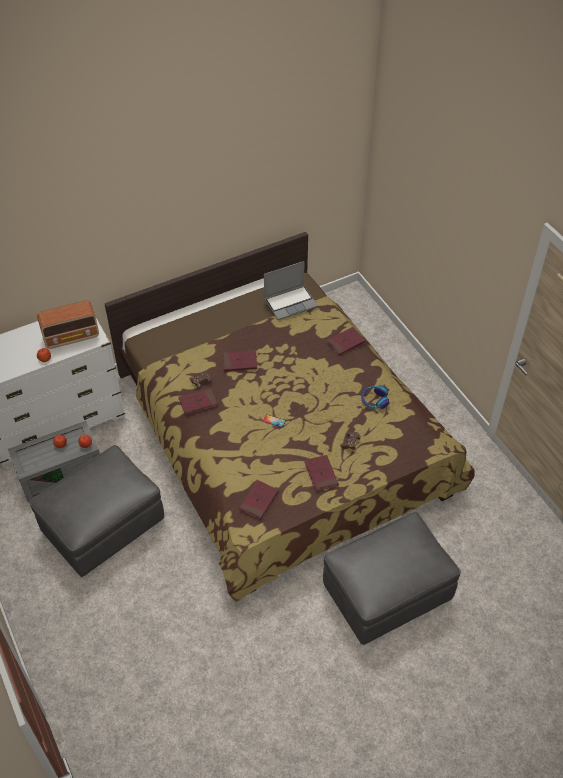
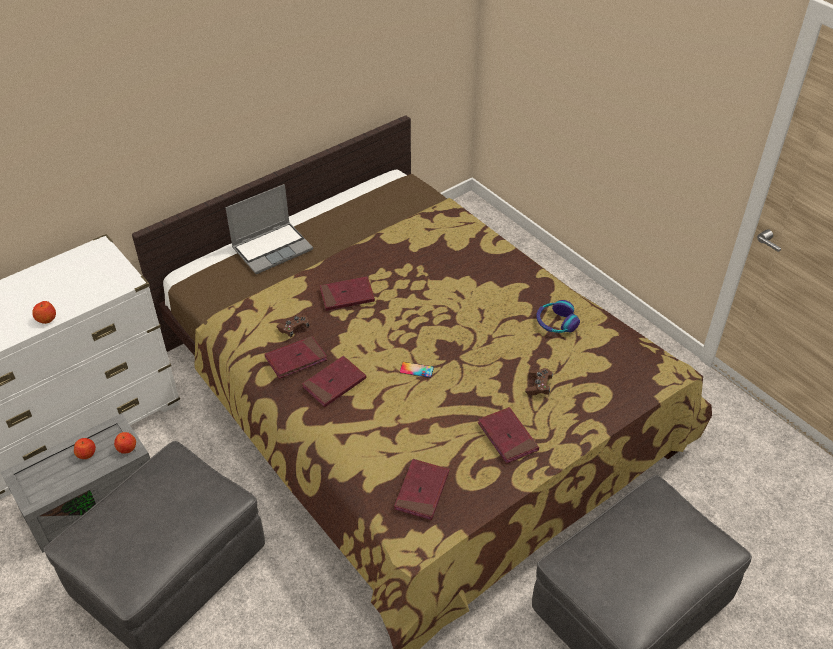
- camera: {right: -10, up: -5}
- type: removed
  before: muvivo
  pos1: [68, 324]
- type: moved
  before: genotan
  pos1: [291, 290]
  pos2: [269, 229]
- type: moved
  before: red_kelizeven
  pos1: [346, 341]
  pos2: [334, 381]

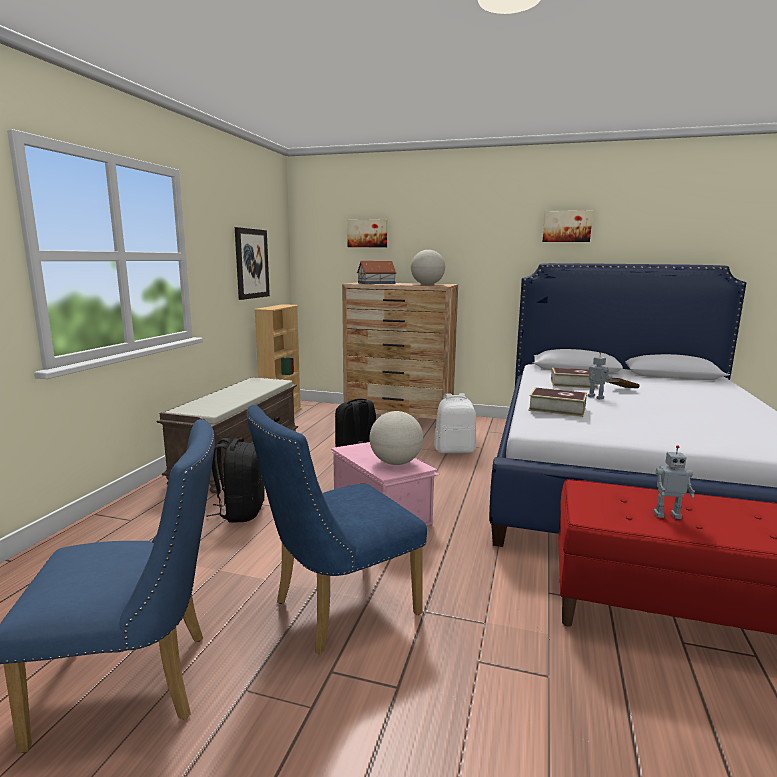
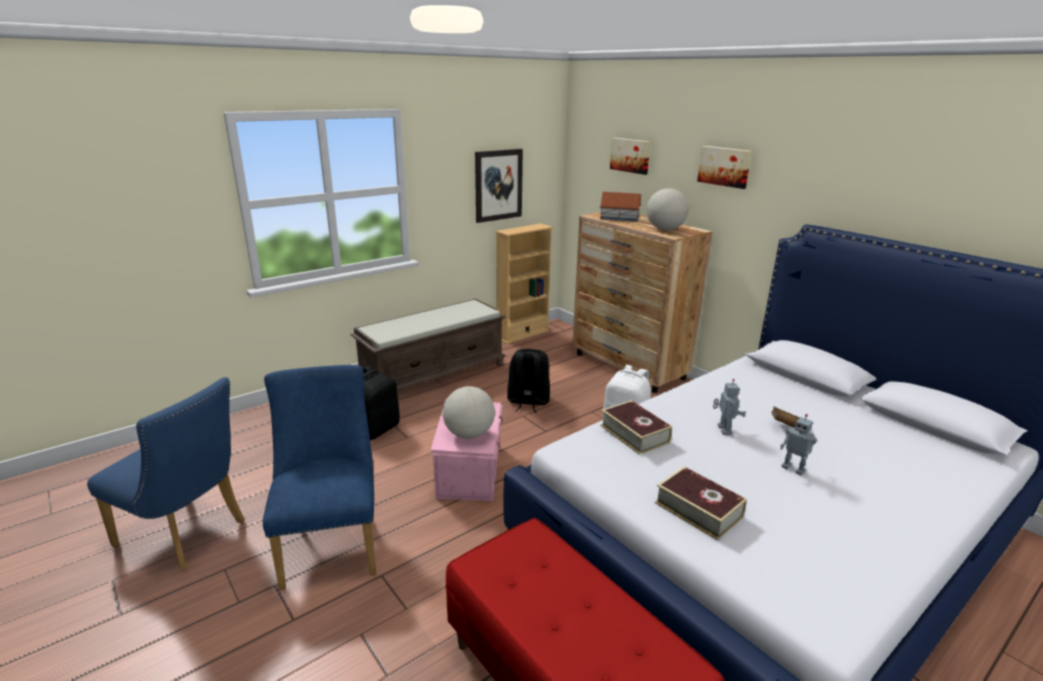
- camera: {right: 35, up: 10}
- type: turned
  before: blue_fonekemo
  pos1: [337, 529]
  pos2: [319, 478]
  turn: 75
- type: moved
  before: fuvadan
  pos1: [568, 226]
  pos2: [724, 167]
- type: moved
  before: kelizeven
  pos1: [574, 378]
  pos2: [701, 503]
- type: moved
  before: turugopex
  pos1: [674, 482]
  pos2: [798, 444]

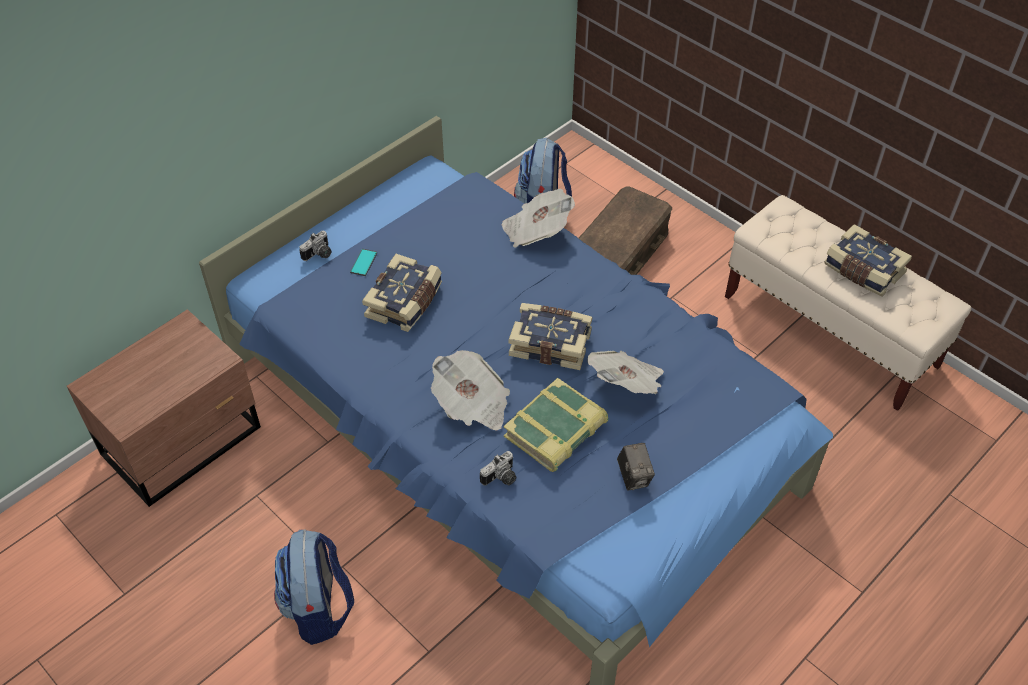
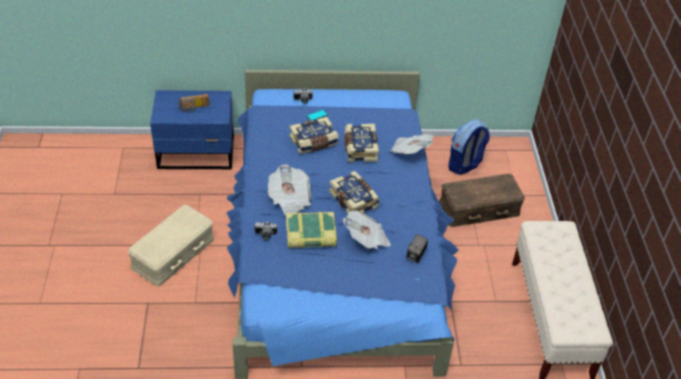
- camera: {right: 40, up: -5}
- type: recoloured
  before: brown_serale
  after: blue_serale
  pos1: [164, 408]
  pos2: [192, 129]
- type: replaced
  before: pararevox
  after: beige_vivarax
  pos1: [314, 587]
  pos2: [171, 246]
- type: moved
  before: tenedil
  pos1: [636, 466]
  pos2: [417, 248]
- type: moved
  before: kelizeven
  pos1: [868, 260]
  pos2: [361, 143]
- type: added
  after: muvivo
  pos2: [193, 103]

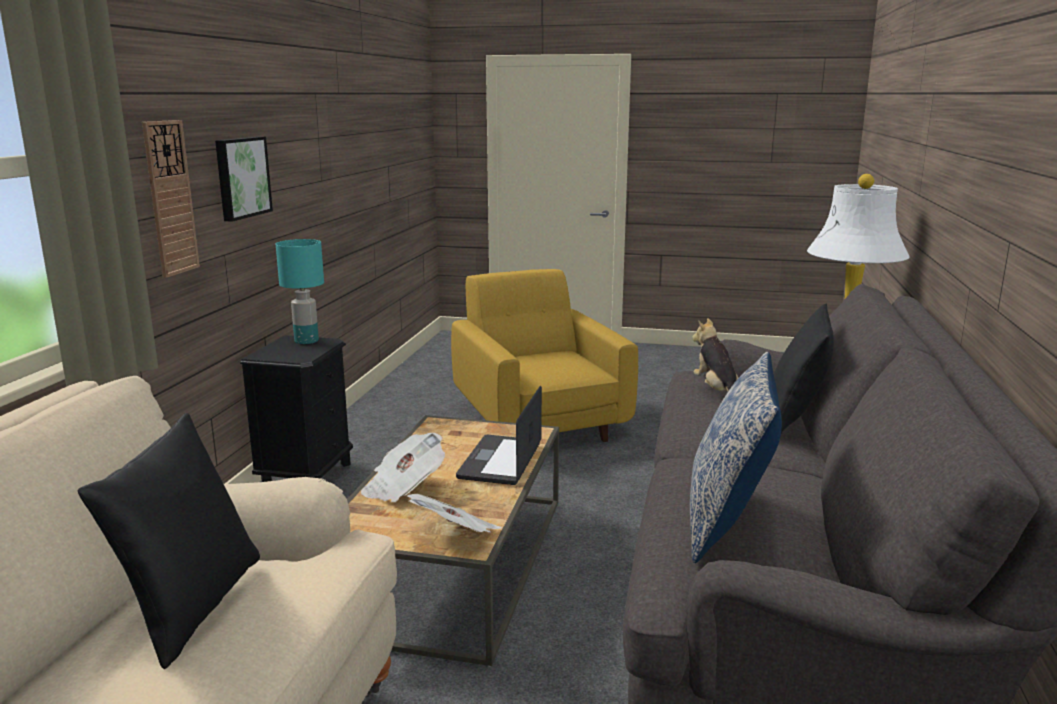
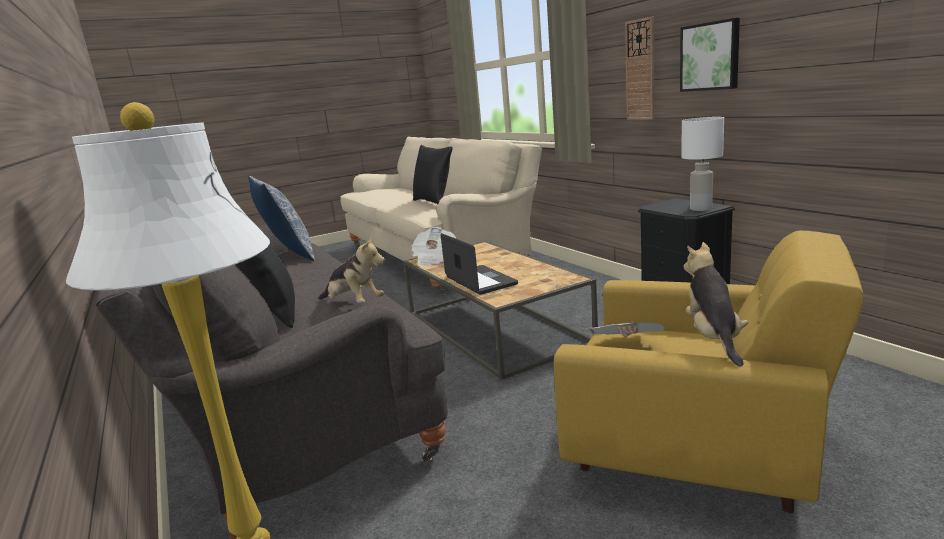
- camera: {right: 140, up: 0}
- type: recoloured
  before: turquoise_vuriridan
  after: white_vuriridan
  pos1: [300, 291]
  pos2: [702, 164]
- type: moved
  before: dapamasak
  pos1: [403, 468]
  pos2: [626, 329]
- type: added
  after: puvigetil
  pos2: [716, 304]

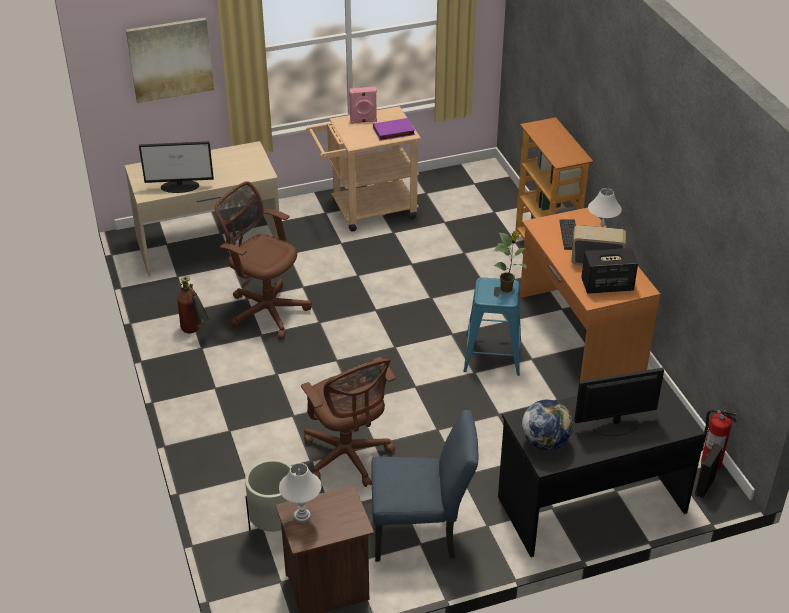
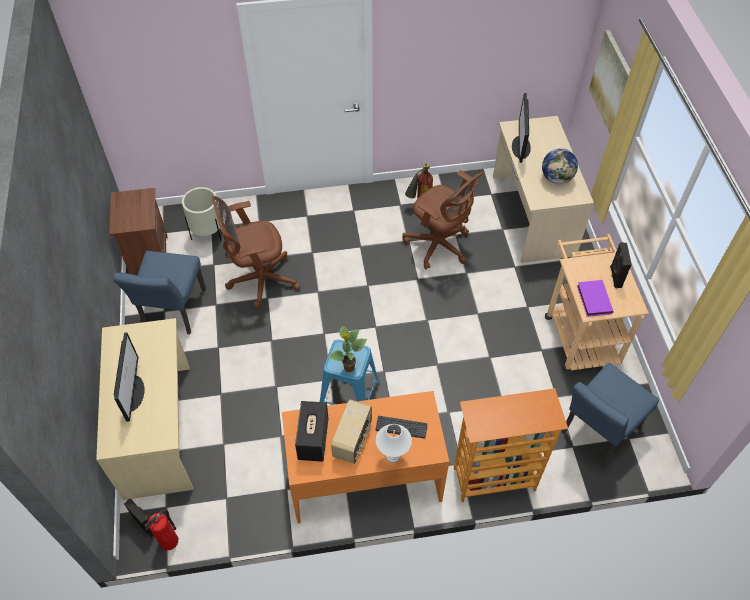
- camera: {right: 100, up: 15}
- type: turned
  before: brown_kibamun
  pos1: [263, 260]
  pos2: [443, 219]
  turn: 90
- type: removed
  before: white_vuriridan
  pos1: [300, 493]
- type: recoloured
  before: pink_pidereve
  after: black_pidereve
  pos1: [363, 105]
  pos2: [621, 265]
- type: recoloured
  before: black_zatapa
  after: beige_zatapa
  pos1: [601, 467]
  pos2: [144, 409]
- type: moved
  before: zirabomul
  pos1: [547, 425]
  pos2: [560, 166]
- type: added
  after: blue_fonekemo
  pos2: [610, 414]

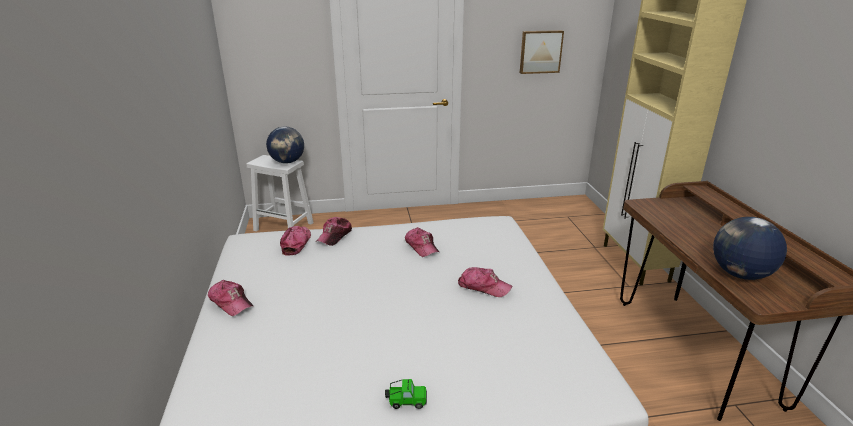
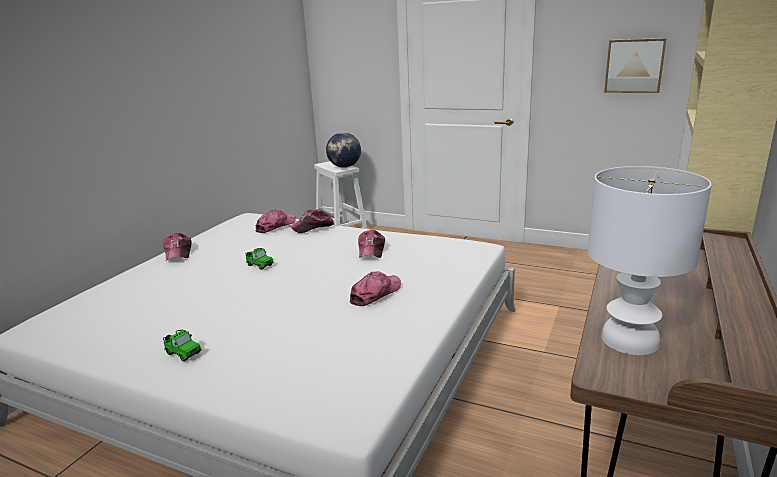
- camera: {right: 35, up: -5}
- type: turned
  before: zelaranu
  pos1: [485, 282]
  pos2: [375, 289]
  turn: -105
- type: replaced
  before: zirabomul
  after: white_vuriridan
  pos1: [750, 248]
  pos2: [649, 260]
- type: added
  after: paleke
  pos2: [259, 259]

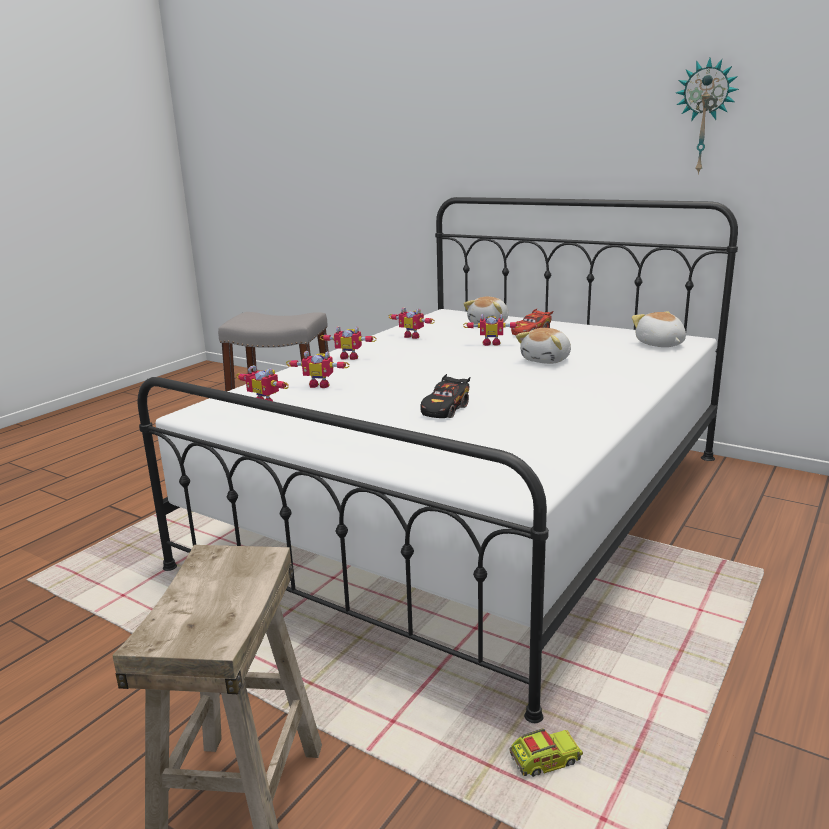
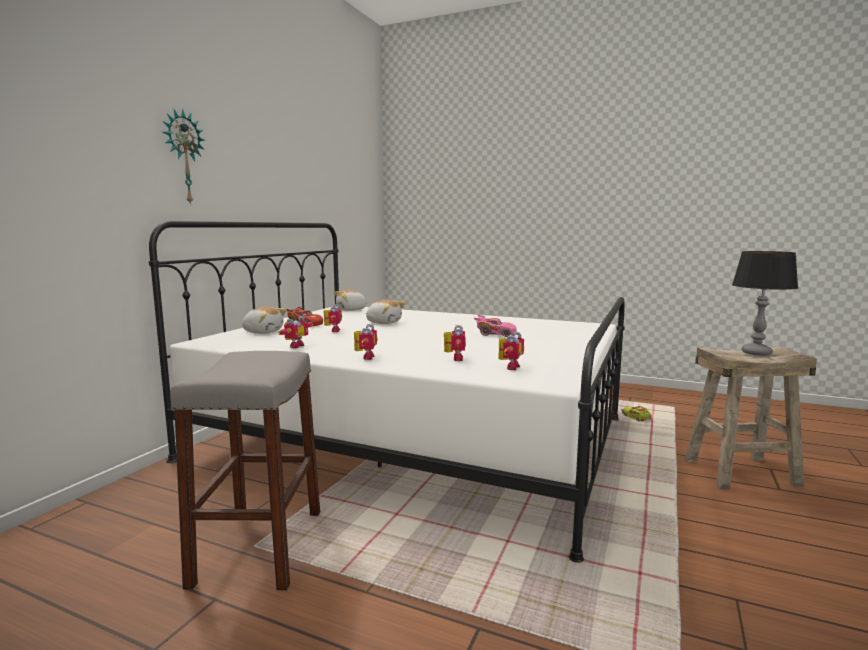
- camera: {right: -100, up: -10}
- type: recoloured
  before: black_paleke
  after: pink_paleke
  pos1: [445, 396]
  pos2: [495, 326]
- type: moved
  before: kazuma
  pos1: [707, 116]
  pos2: [184, 157]
- type: added
  after: vuriridan
  pos2: [765, 303]

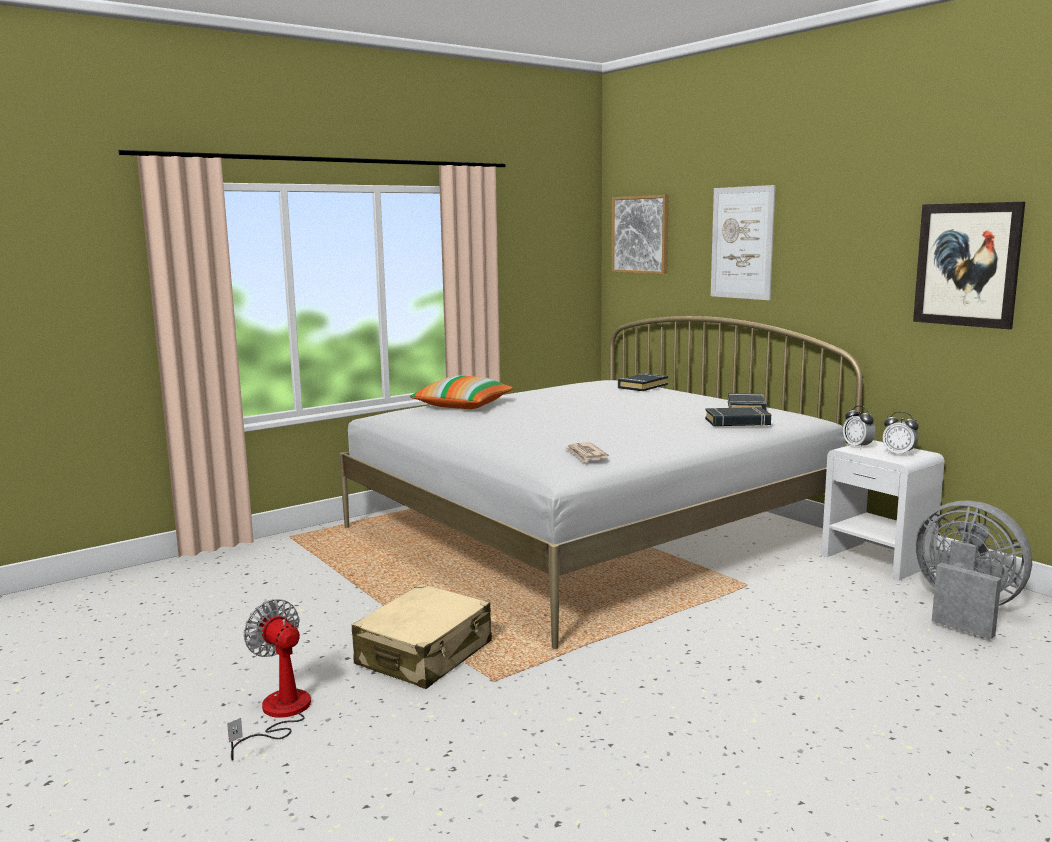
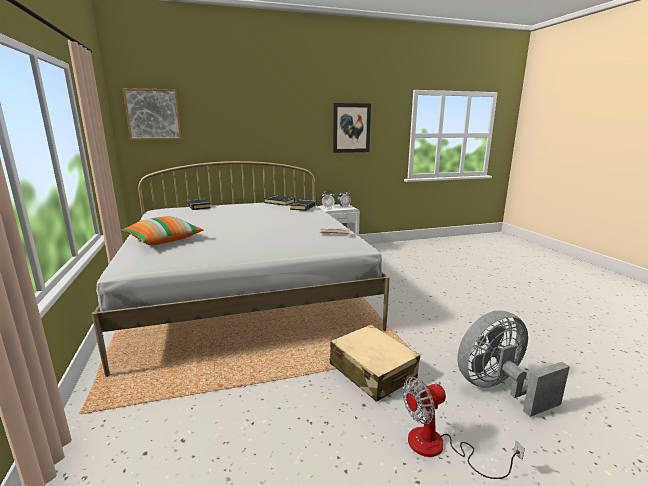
- camera: {right: -70, up: 5}
- type: removed
  before: fuvadan
  pos1: [743, 242]
- type: moved
  before: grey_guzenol
  pos1: [973, 569]
  pos2: [513, 363]

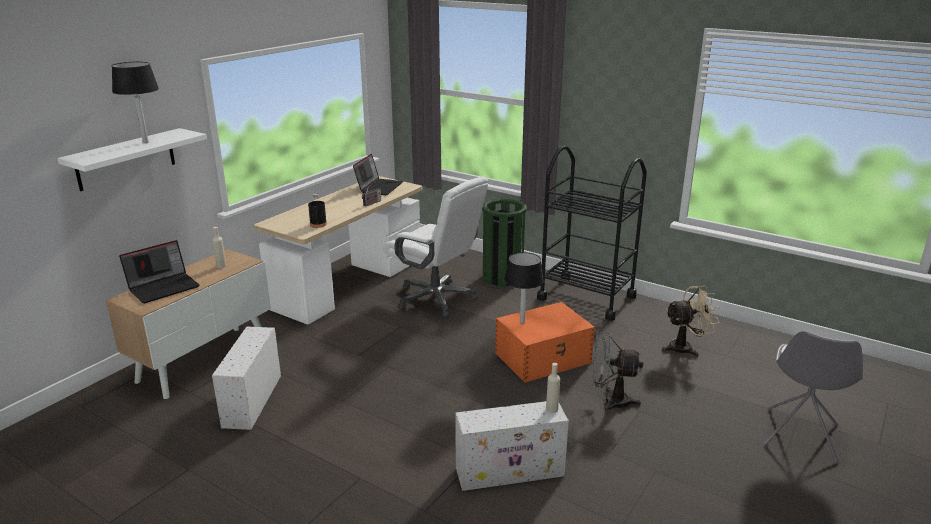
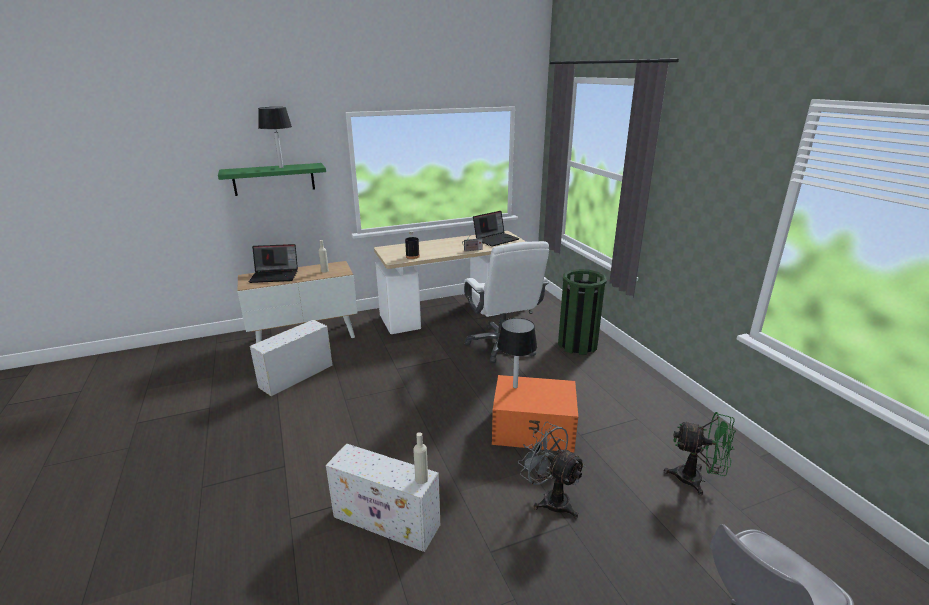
- camera: {right: 35, up: 0}
- type: recoloured
  before: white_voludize
  after: green_voludize
  pos1: [132, 159]
  pos2: [272, 179]
- type: removed
  before: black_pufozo
  pos1: [592, 233]
- type: recoloured
  before: beige_guzenol
  after: green_guzenol
  pos1: [690, 321]
  pos2: [700, 453]

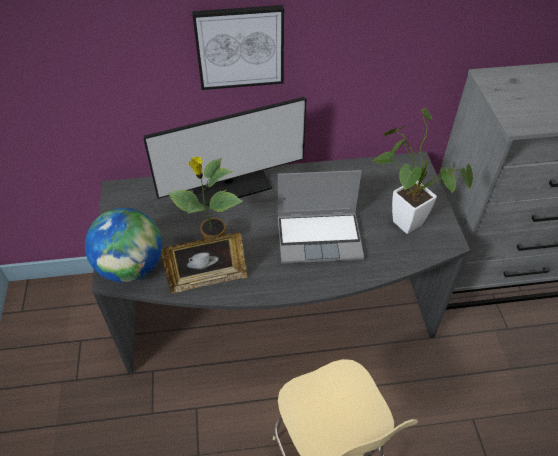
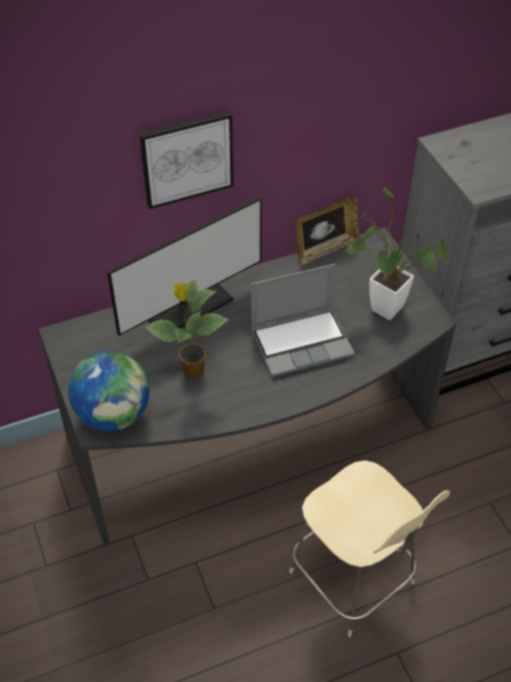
- camera: {right: -15, up: 0}
- type: moved
  before: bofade
  pos1: [204, 262]
  pos2: [327, 230]

